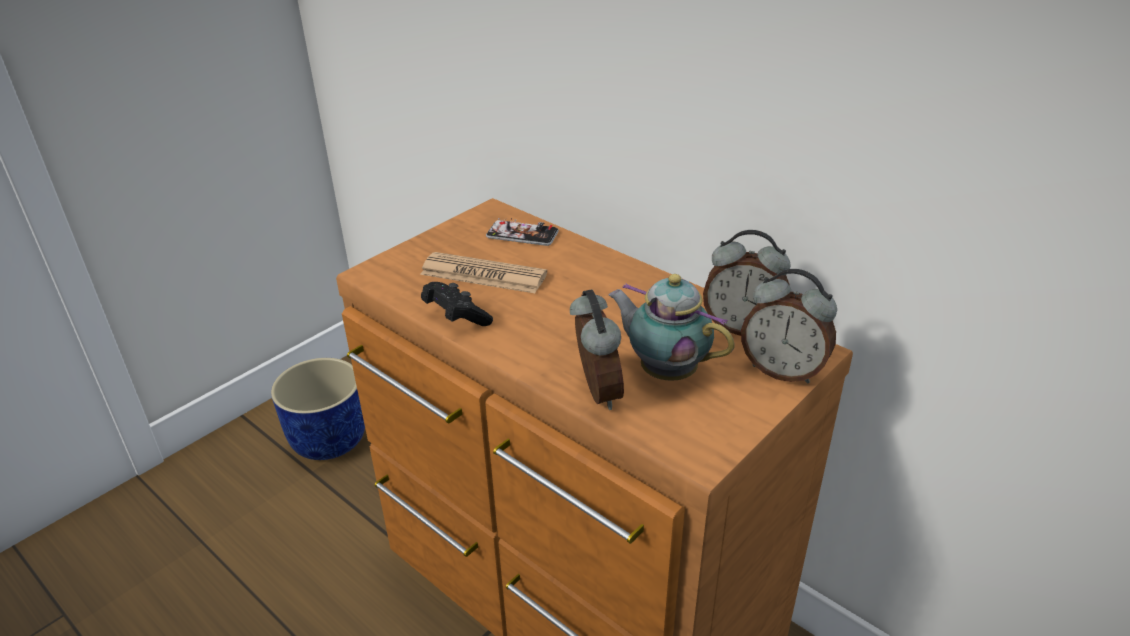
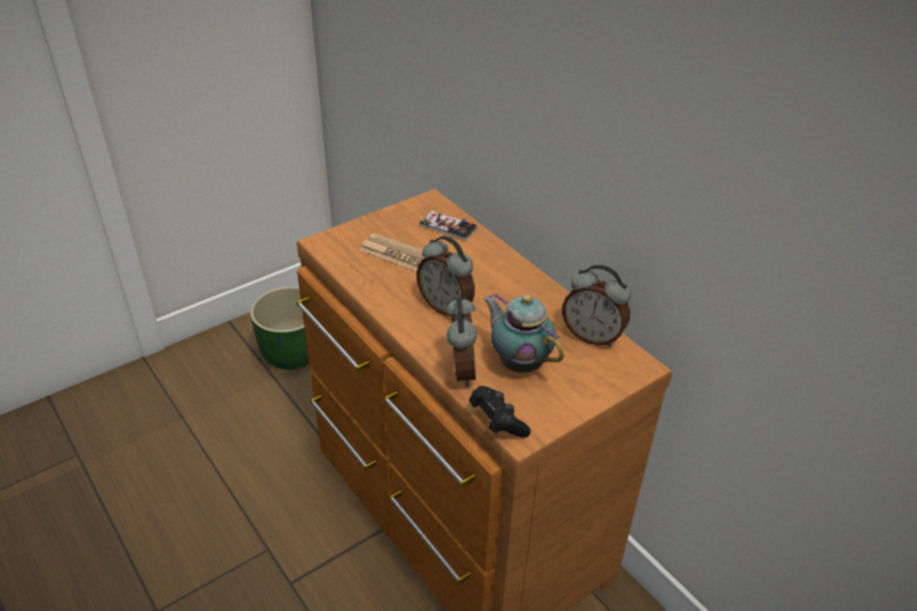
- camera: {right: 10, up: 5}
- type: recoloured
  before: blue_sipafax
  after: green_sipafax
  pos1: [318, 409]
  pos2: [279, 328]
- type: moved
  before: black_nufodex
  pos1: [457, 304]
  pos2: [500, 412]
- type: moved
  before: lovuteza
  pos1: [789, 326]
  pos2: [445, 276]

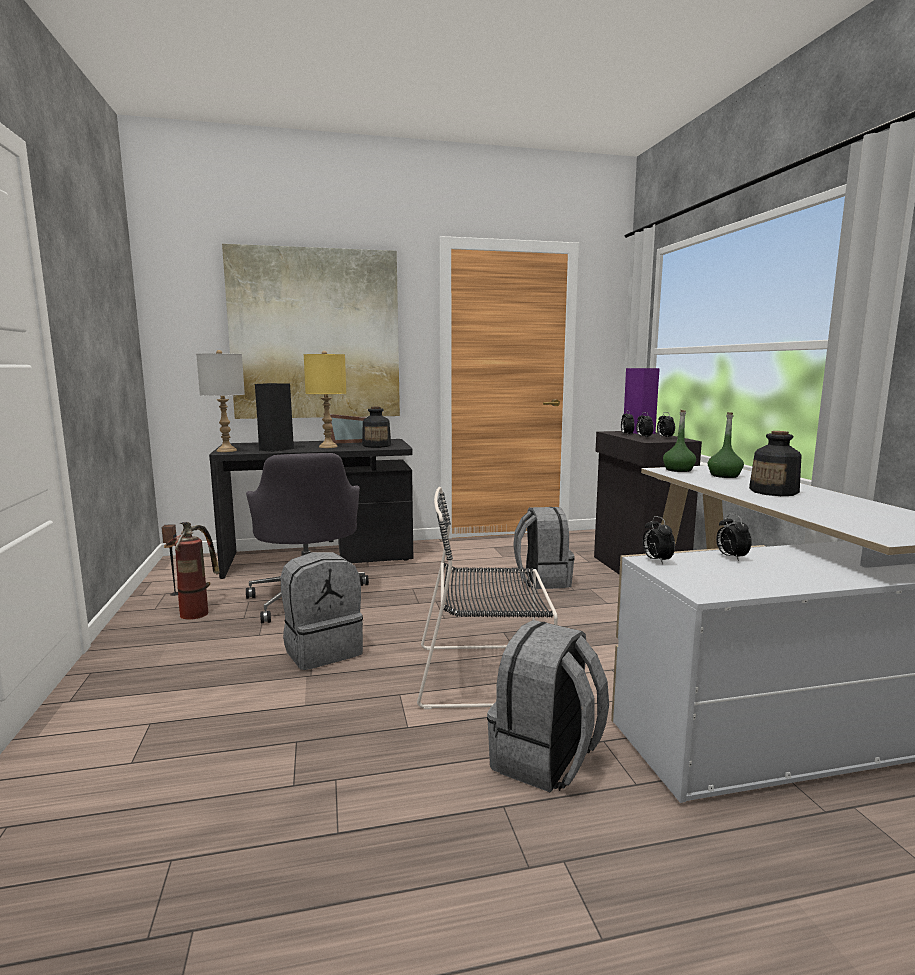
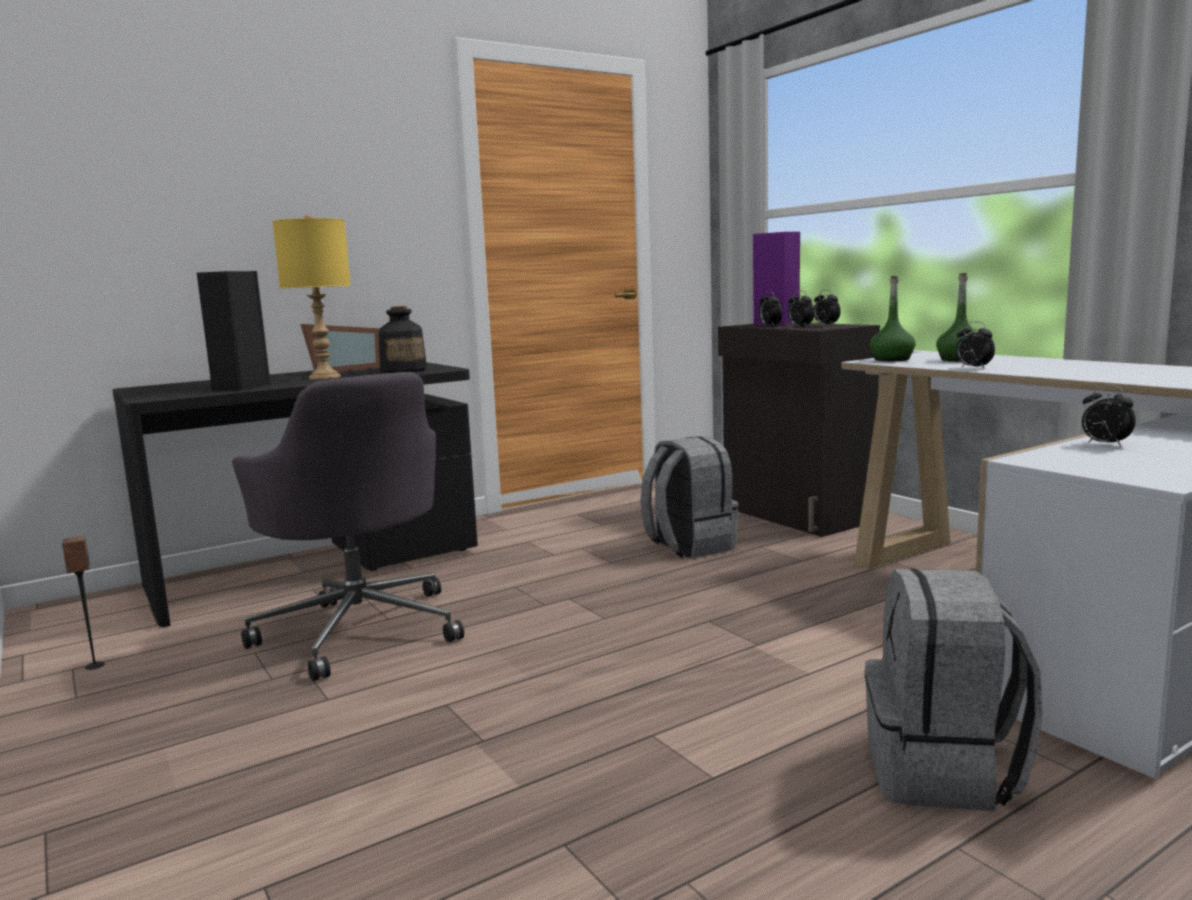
- camera: {right: -20, up: 0}
- type: removed
  before: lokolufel
  pos1: [191, 570]
- type: removed
  before: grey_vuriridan
  pos1: [220, 401]
- type: removed
  before: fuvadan
  pos1: [311, 331]
- type: removed
  before: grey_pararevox
  pos1: [322, 611]
- type: removed
  before: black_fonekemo
  pos1: [487, 598]
- type: moved
  before: lovuteza
  pos1: [659, 540]
  pos2: [975, 345]
- type: removed
  before: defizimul
  pos1: [775, 463]

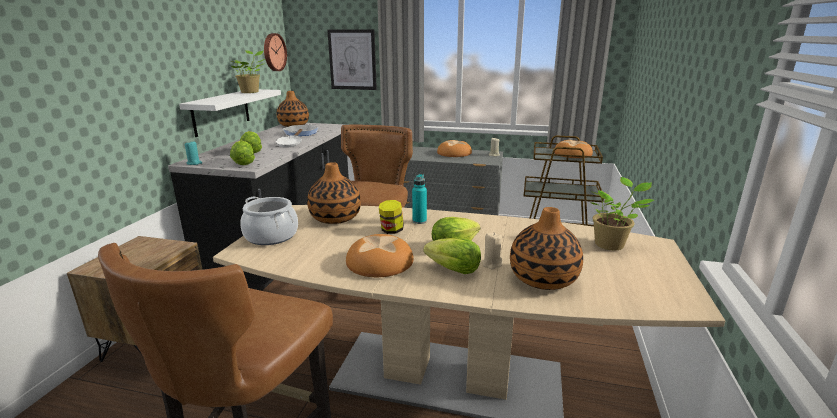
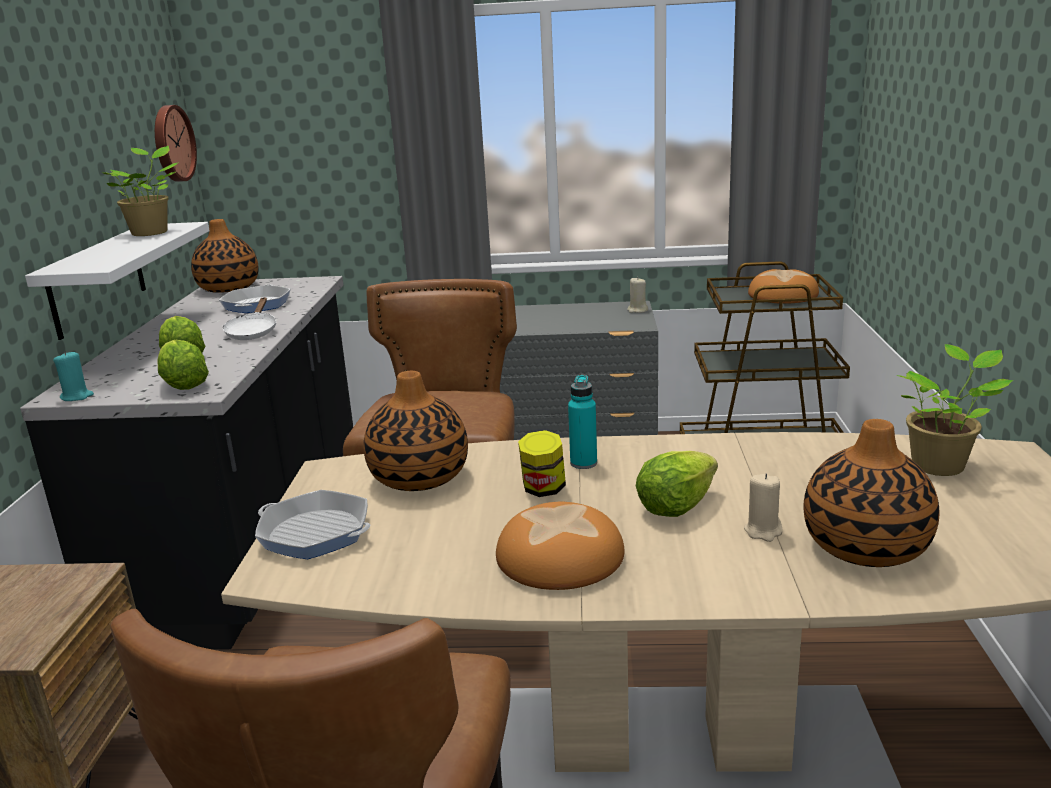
- camera: {right: -10, up: 0}
- type: replaced
  before: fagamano
  after: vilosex
  pos1: [269, 220]
  pos2: [312, 524]
- type: removed
  before: fuvadan
  pos1: [352, 59]
- type: removed
  before: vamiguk
  pos1: [452, 256]
- type: removed
  before: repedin
  pos1: [454, 148]

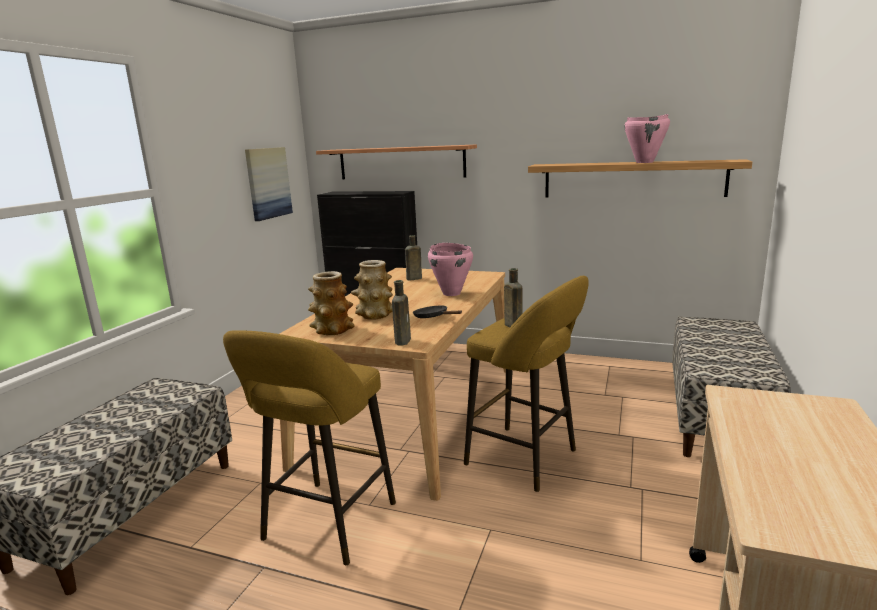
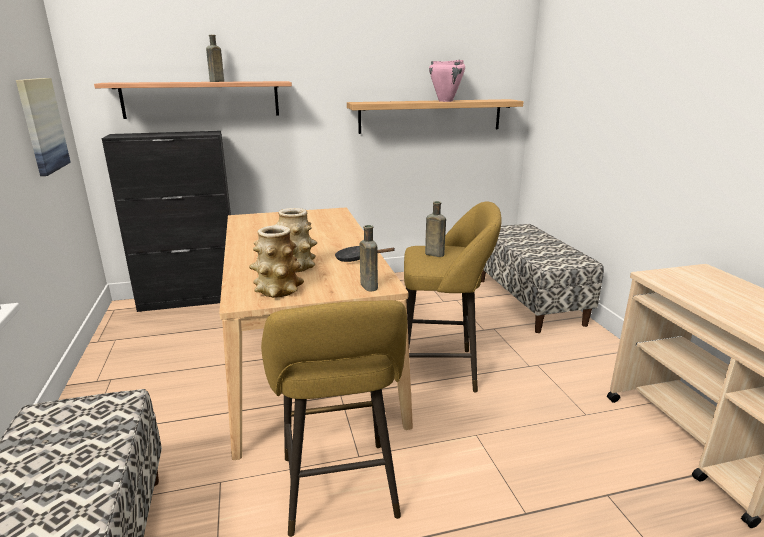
- camera: {right: -35, up: 5}
- type: moved
  before: brown_defizimul
  pos1: [413, 258]
  pos2: [215, 58]
- type: removed
  before: pink_fagamano
  pos1: [450, 269]

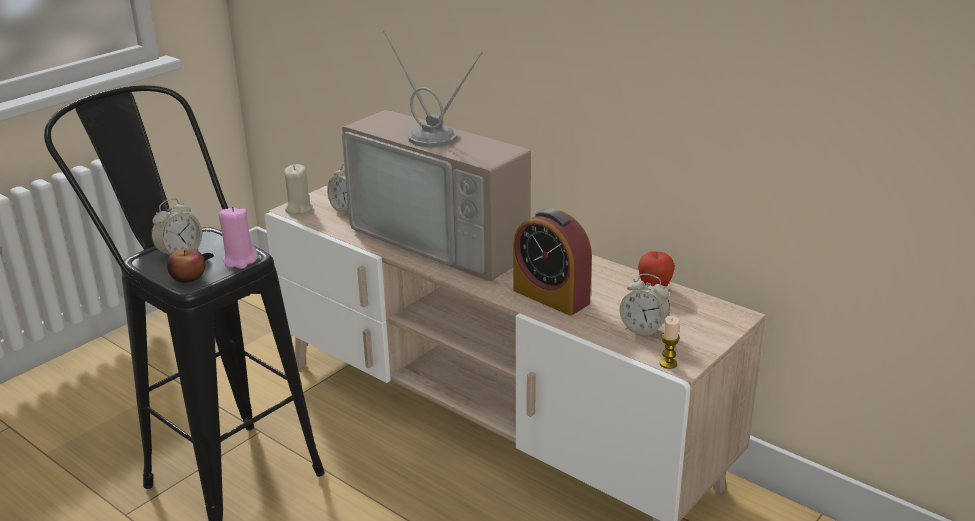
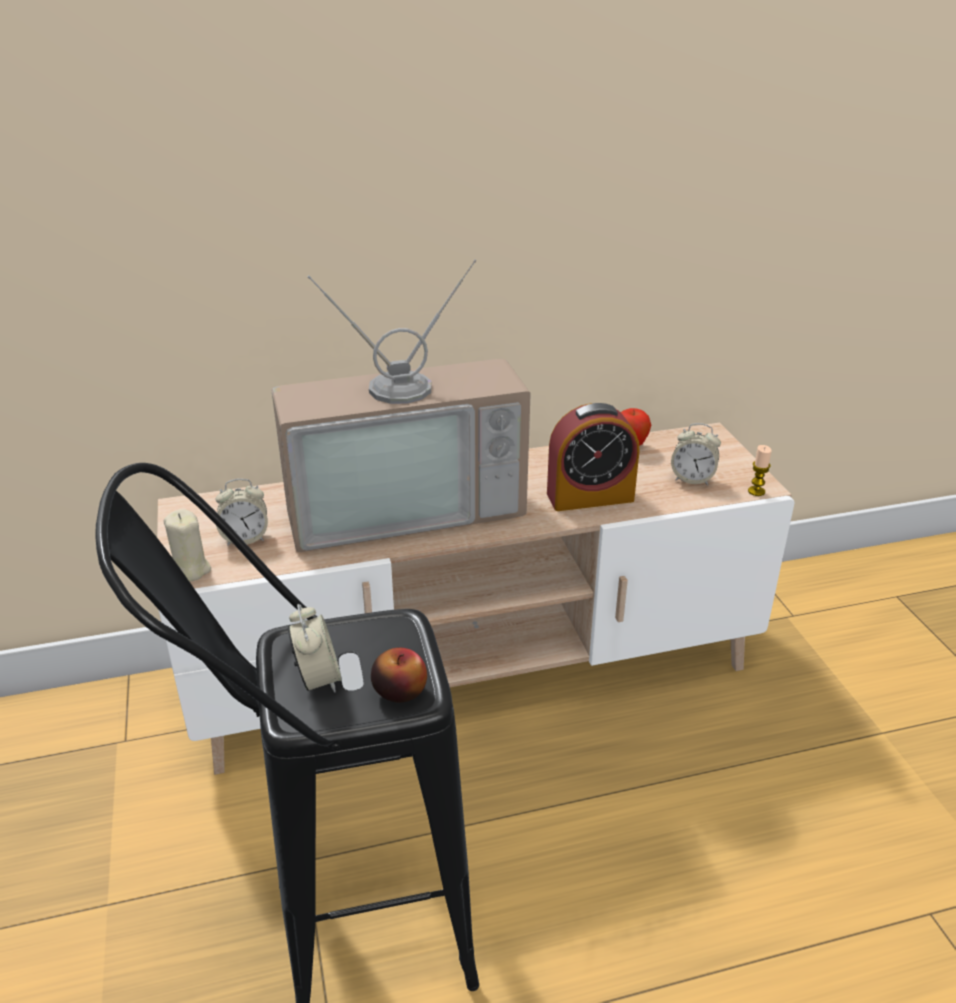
- camera: {right: -55, up: 5}
- type: removed
  before: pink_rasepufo
  pos1: [238, 237]
- type: turned
  before: lovuteza
  pos1: [645, 305]
  pos2: [696, 454]
  turn: 45

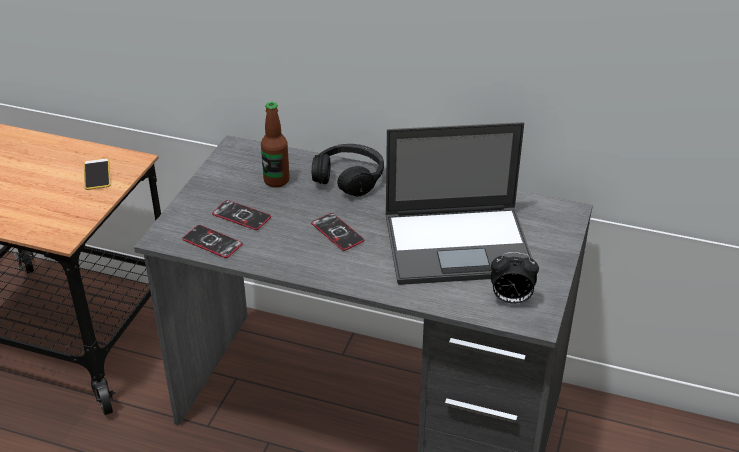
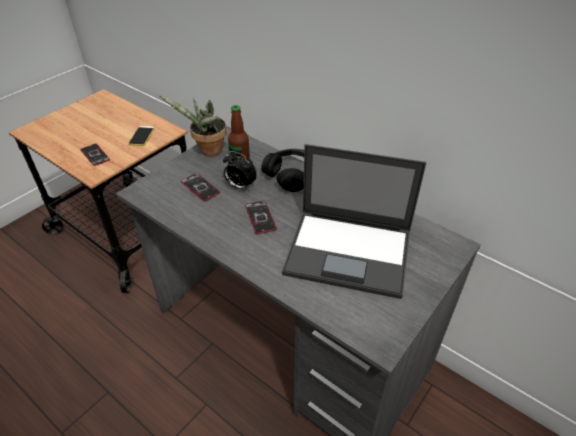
- camera: {right: 20, up: 5}
- type: moved
  before: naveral
  pos1: [212, 241]
  pos2: [95, 155]
- type: moved
  before: lovuteza
  pos1: [515, 278]
  pos2: [240, 170]
- type: added
  after: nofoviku
  pos2: [193, 126]

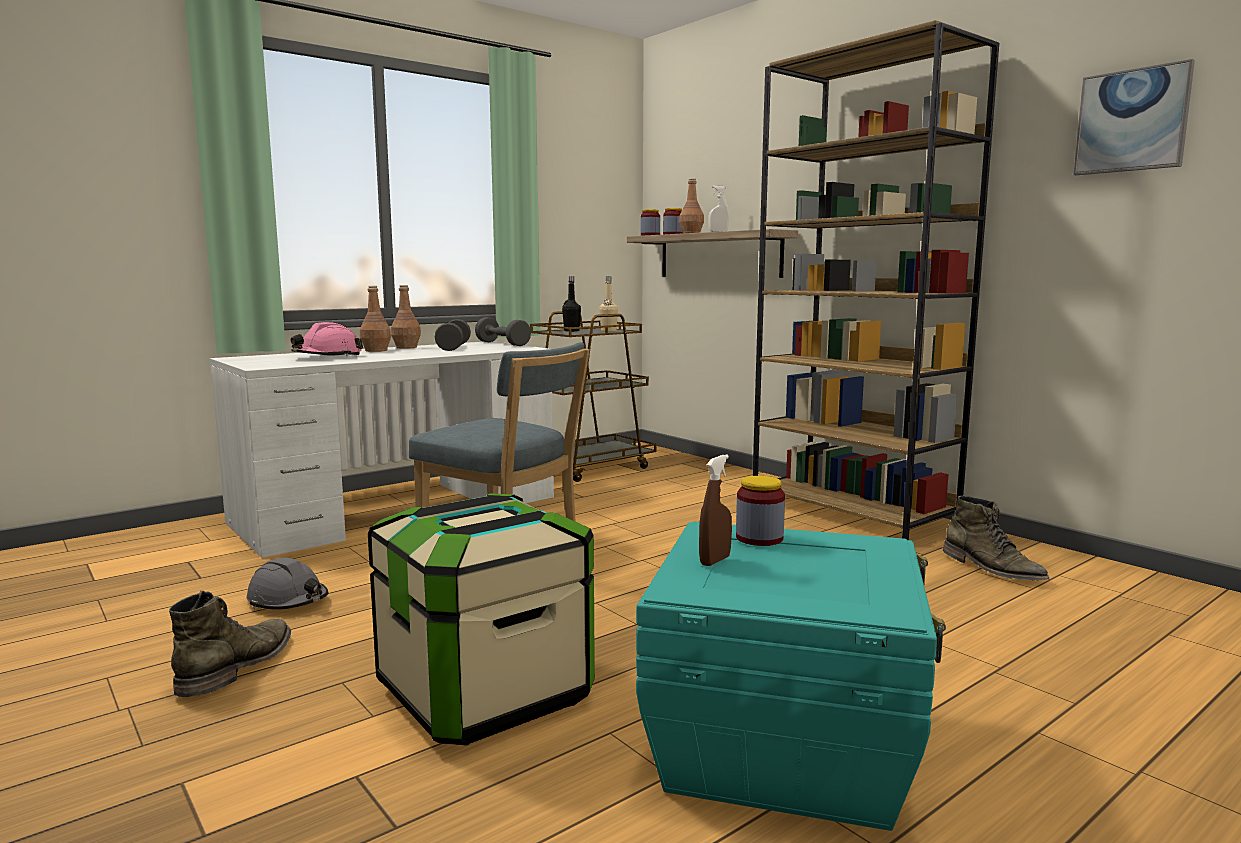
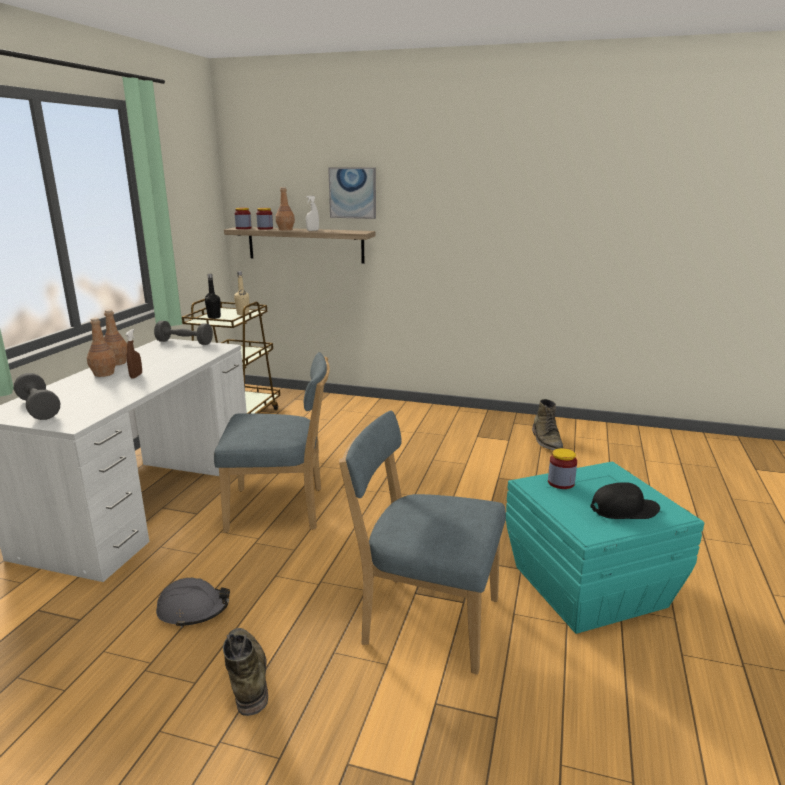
- camera: {right: -35, up: 10}
- type: removed
  before: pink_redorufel
  pos1: [327, 339]
- type: replaced
  before: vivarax
  after: blue_fonekemo
  pos1: [481, 619]
  pos2: [422, 542]
- type: moved
  before: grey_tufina
  pos1: [453, 335]
  pos2: [37, 396]
- type: moved
  before: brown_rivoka
  pos1: [715, 510]
  pos2: [134, 354]
- type: removed
  before: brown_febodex
  pos1: [876, 280]
- type: turned
  before: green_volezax
  pos1: [996, 538]
  pos2: [547, 424]
  turn: 60
- type: moved
  before: fuvadan
  pos1: [1134, 117]
  pos2: [352, 193]
- type: added
  after: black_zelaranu
  pos2: [625, 500]

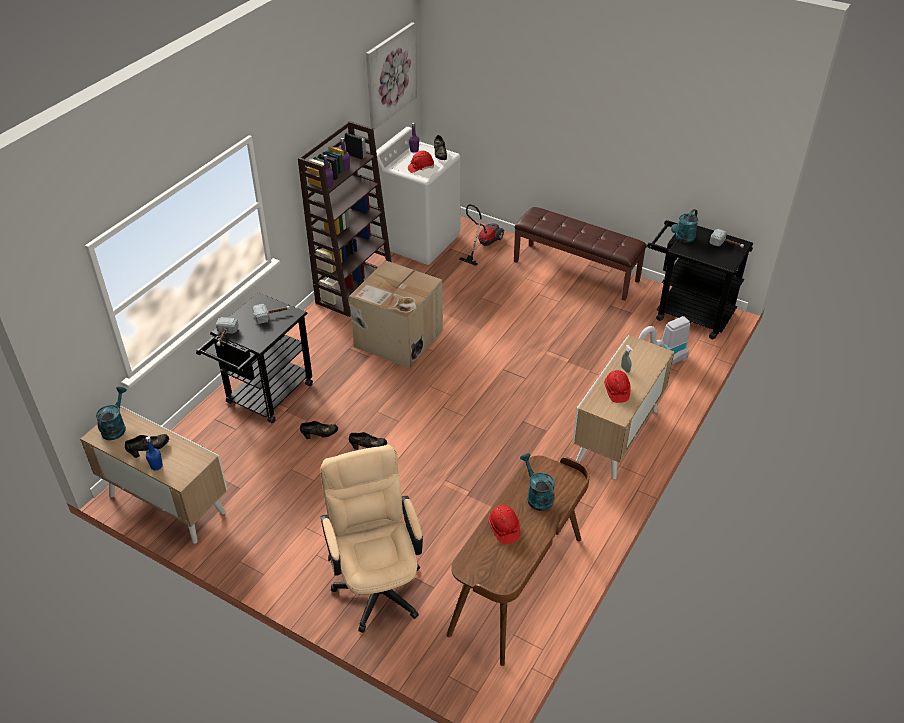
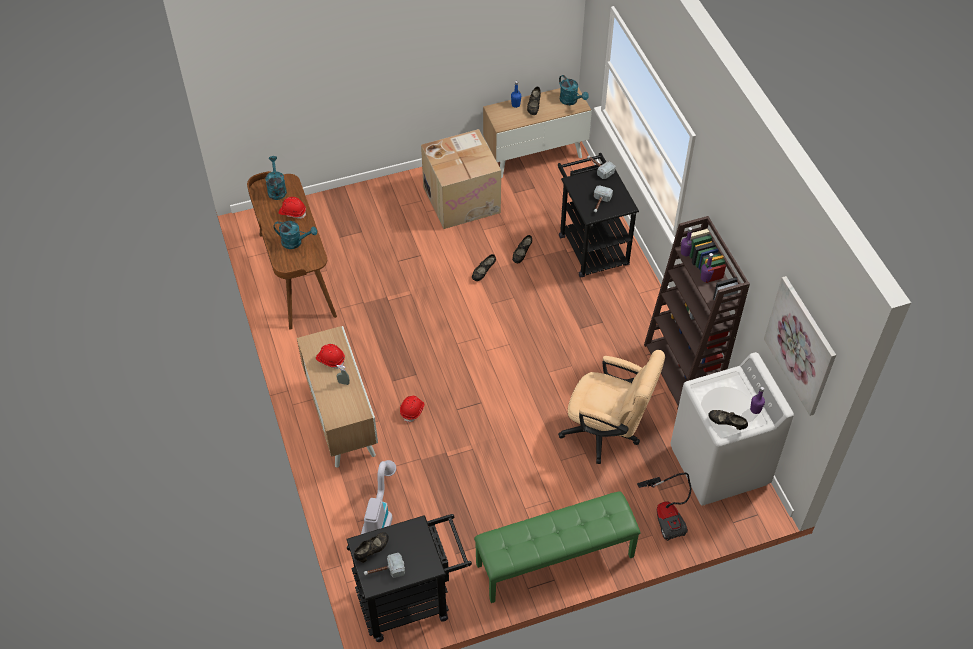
- camera: {right: 130, up: 10}
- type: moved
  before: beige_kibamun
  pos1: [371, 539]
  pos2: [611, 407]
- type: moved
  before: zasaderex
  pos1: [396, 314]
  pos2: [461, 179]
- type: moved
  before: red_redorufel
  pos1: [421, 162]
  pos2: [412, 409]
- type: recoloured
  before: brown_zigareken
  after: green_zigareken
  pos1: [580, 254]
  pos2: [557, 547]
- type: moved
  before: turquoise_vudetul
  pos1: [684, 226]
  pos2: [276, 178]
- type: added
  after: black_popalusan
  pos2: [371, 547]

